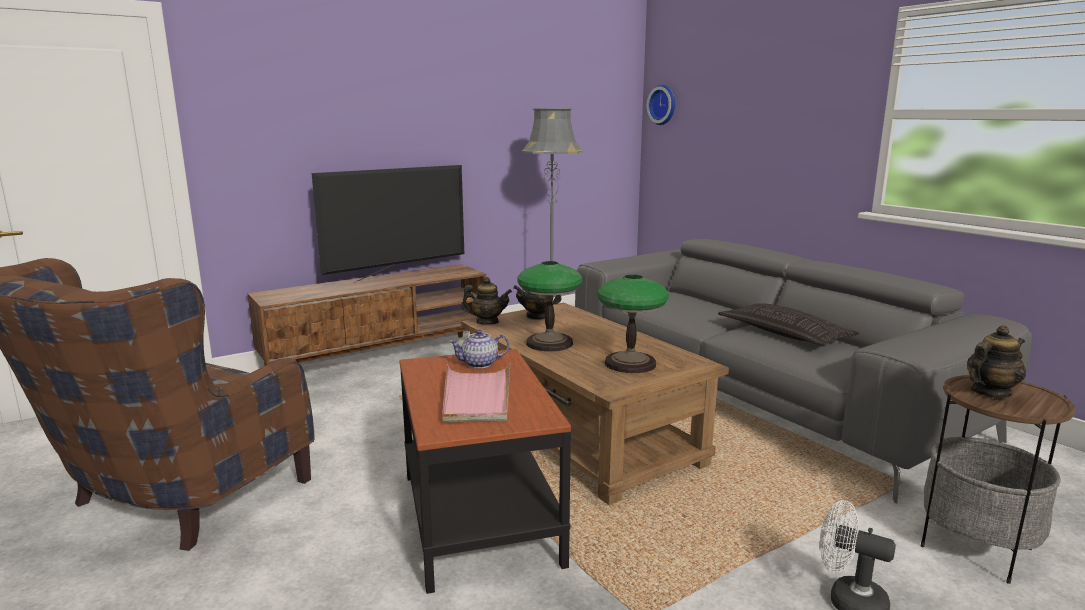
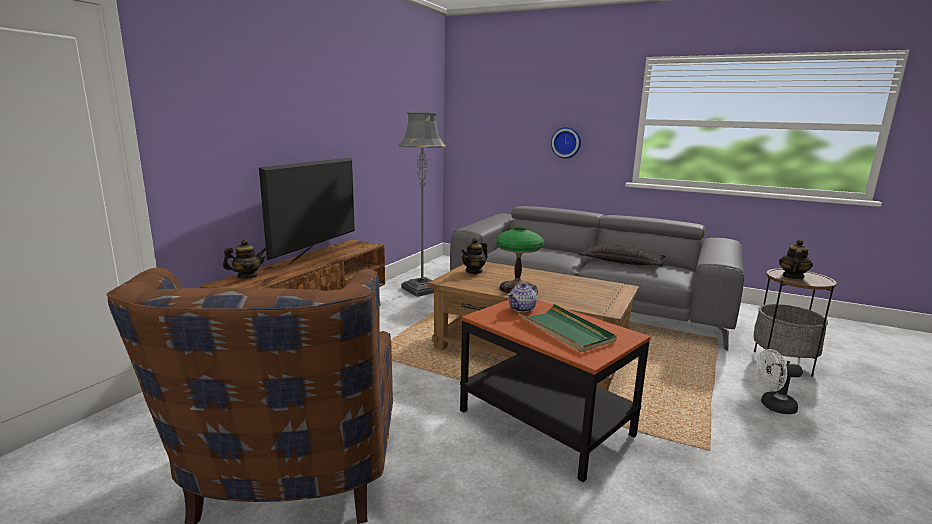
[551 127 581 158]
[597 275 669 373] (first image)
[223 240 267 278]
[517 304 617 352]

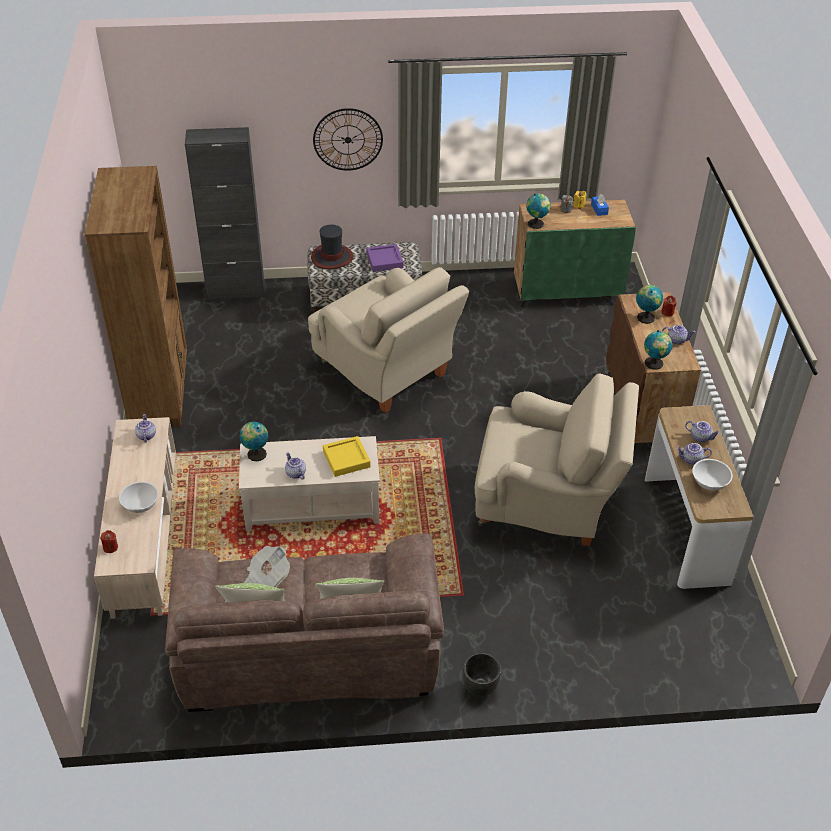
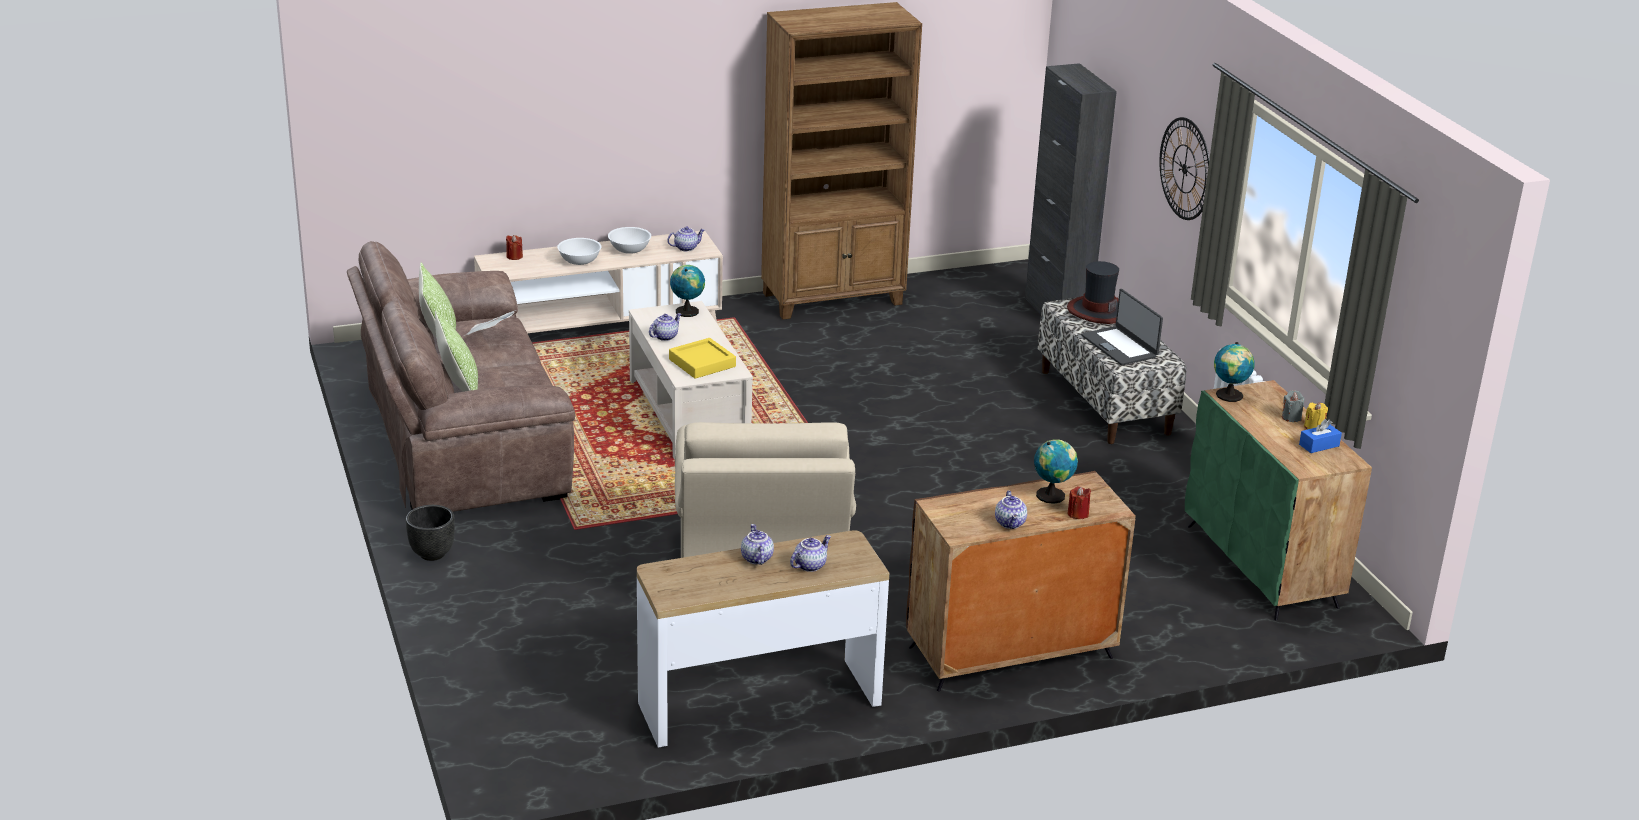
[1081 289 1163 365]
[308 267 469 413] (first image)
[644 330 672 370] (first image)
[790 535 831 572]
[608 227 651 254]

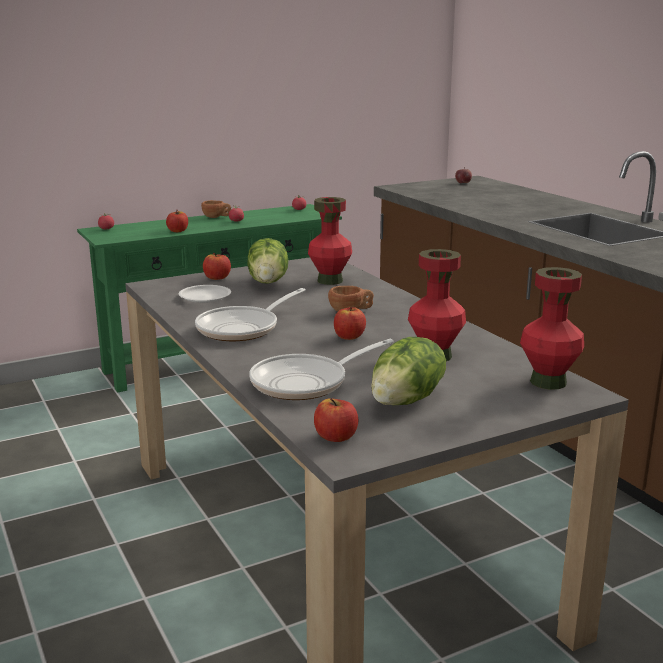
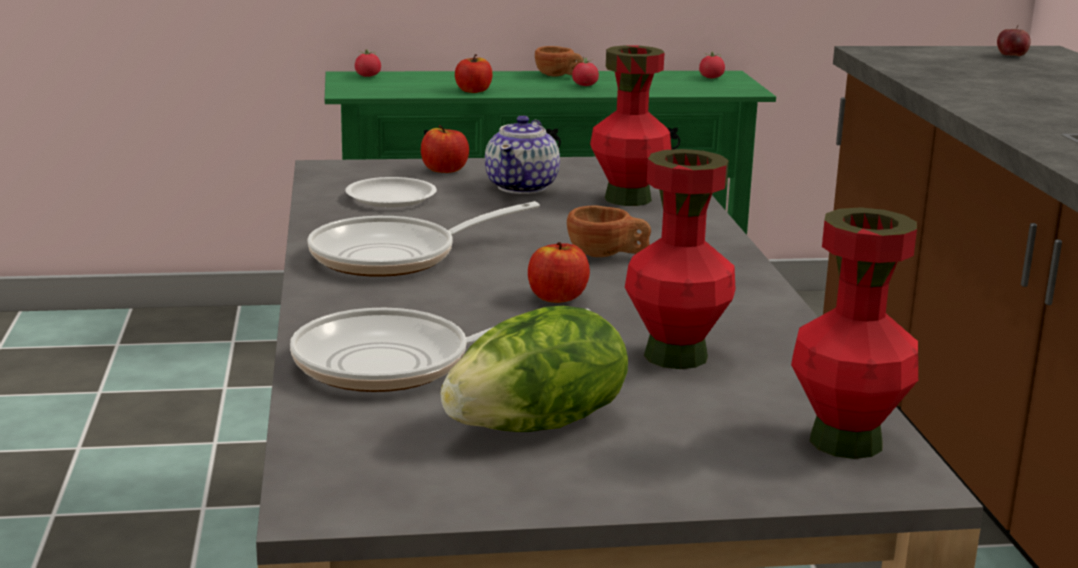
[485 115 560 194]
[314 398 358 442] (first image)

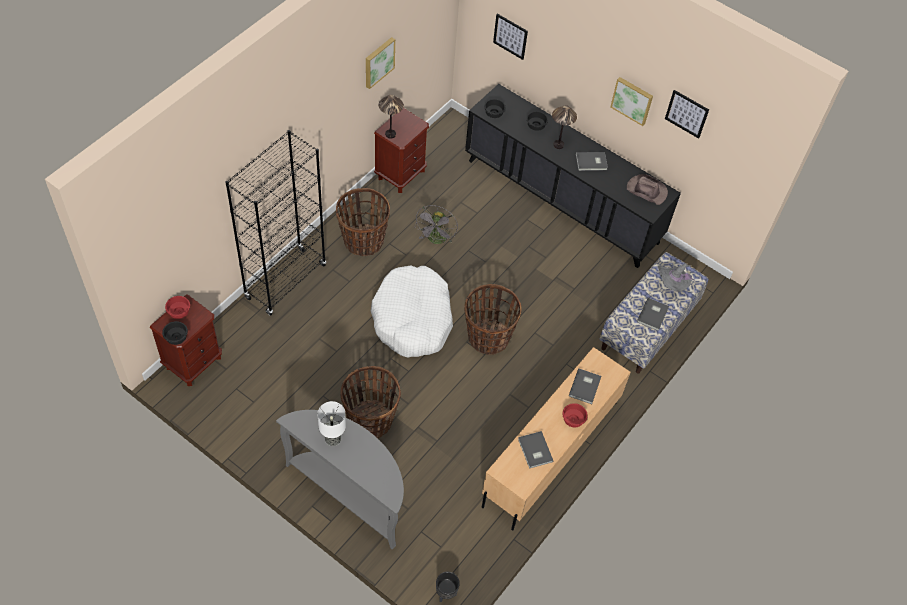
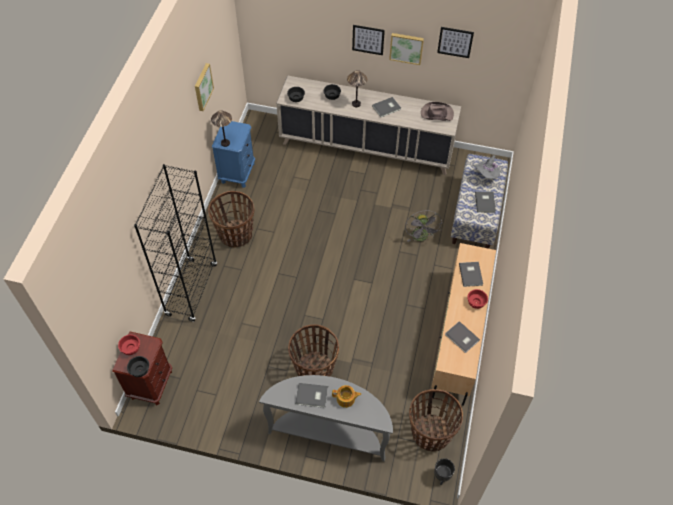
[352 25 385 55]
[276 75 461 175]
[212 121 255 188]
[405 210 442 242]
[371 265 453 358] (first image)
[409 389 463 451]
[295 383 328 408]
[332 385 361 408]

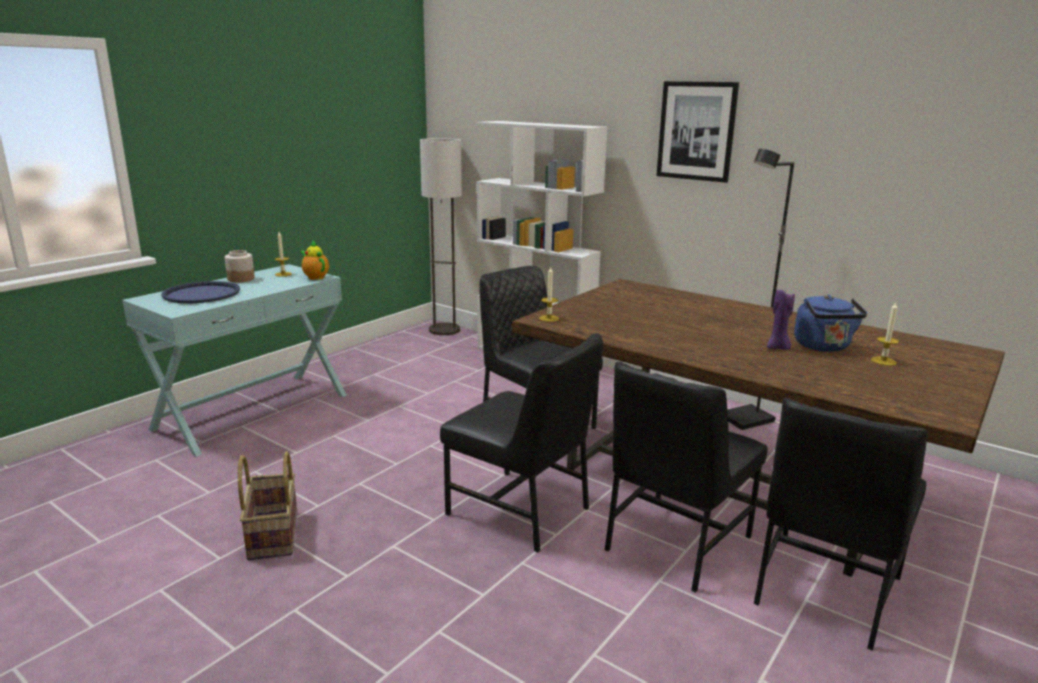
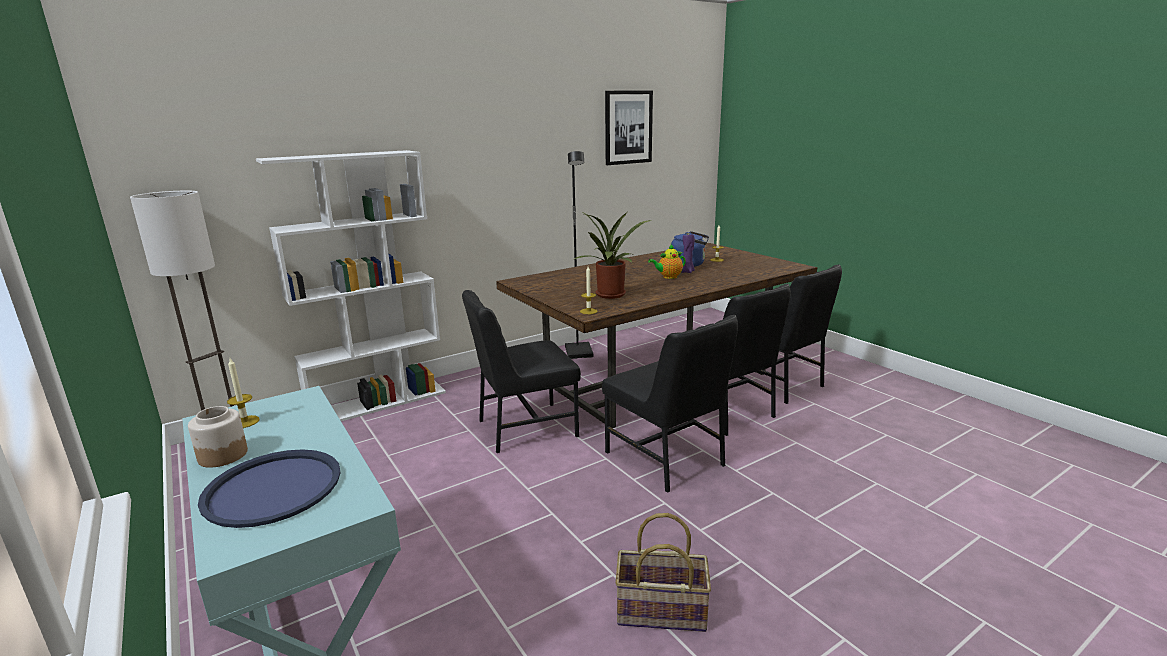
[605 91 653 165]
[648 244 686 279]
[602 315 738 493]
[574 212 651 299]

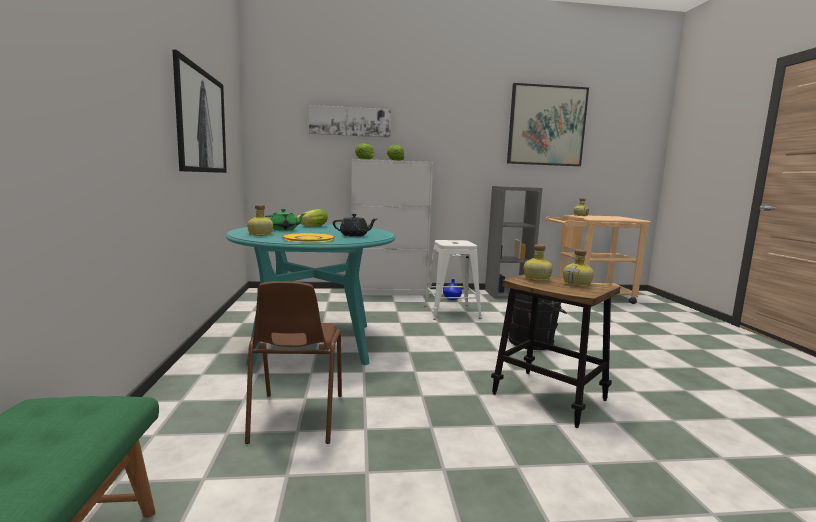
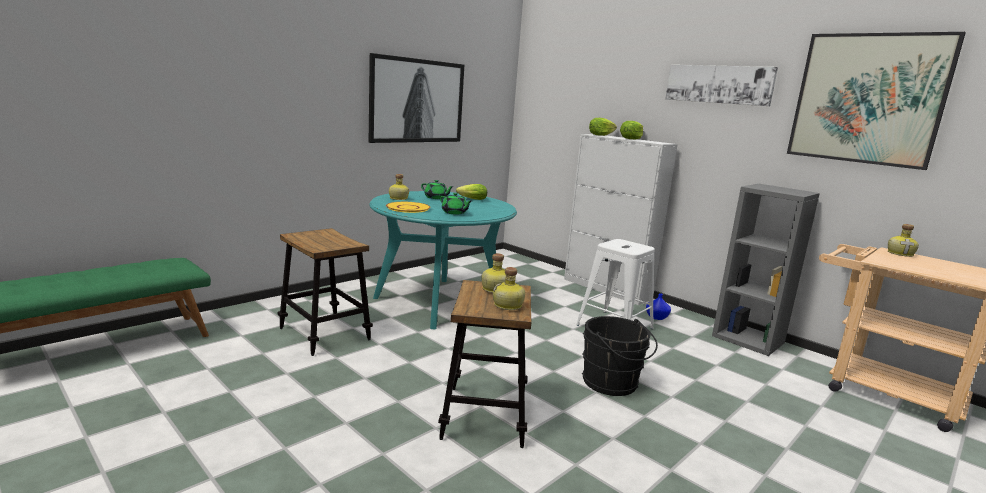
[666 65 778 106]
[440 193 471 215]
[278 228 373 356]

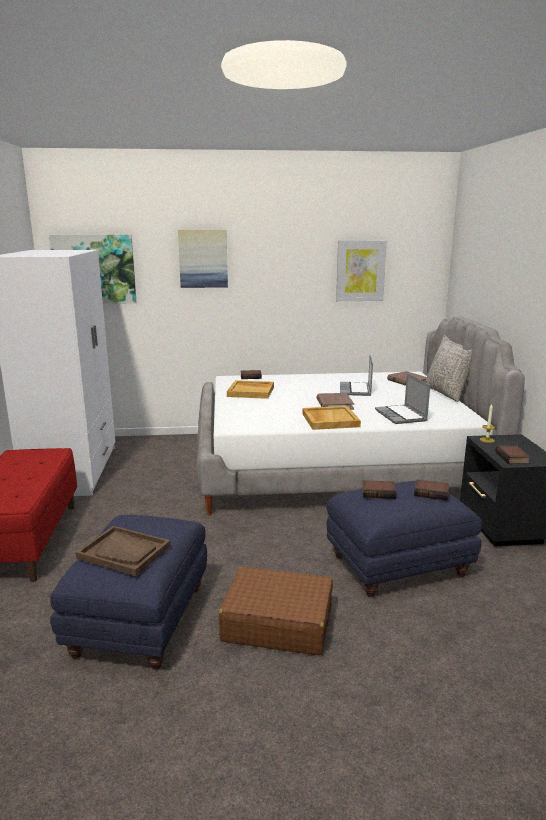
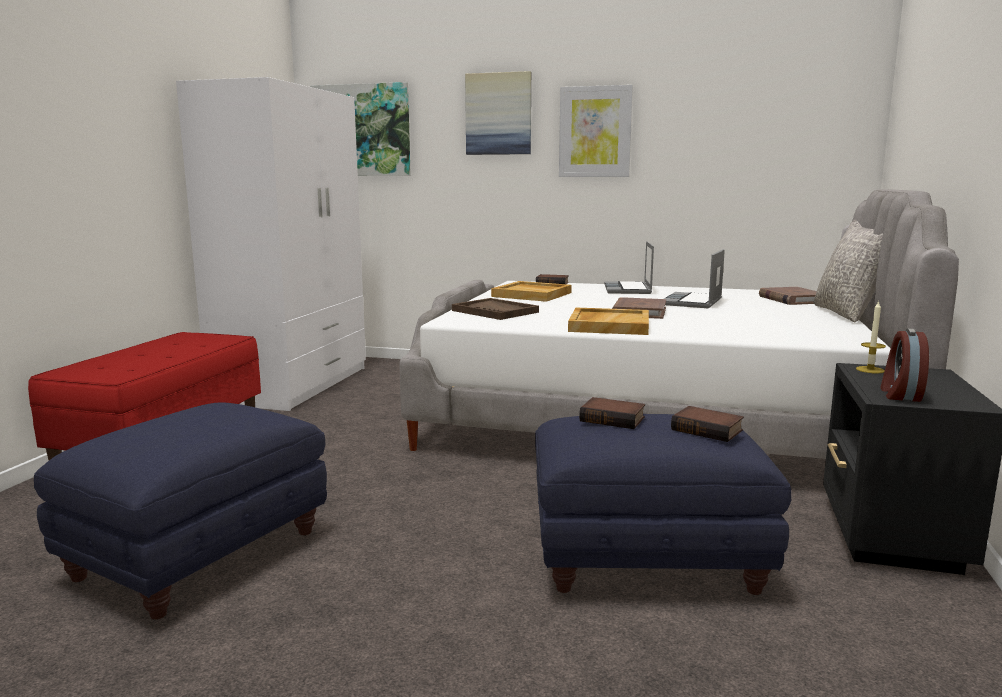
[559 85 633 177]
[604 241 654 294]
[880 328 929 402]
[452 298 539 320]
[219 567 333 655] (first image)

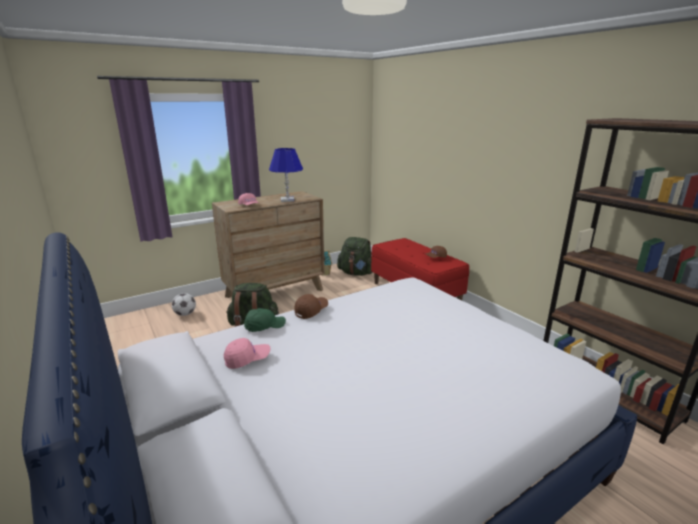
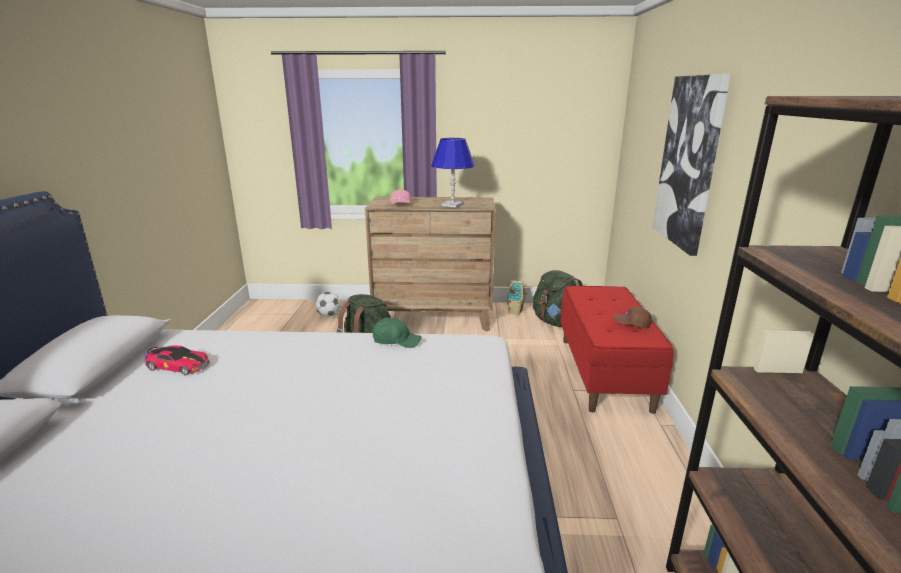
[294 294 328 319] (first image)
[372 318 422 348]
[145 345 209 375]
[652 74 731 256]

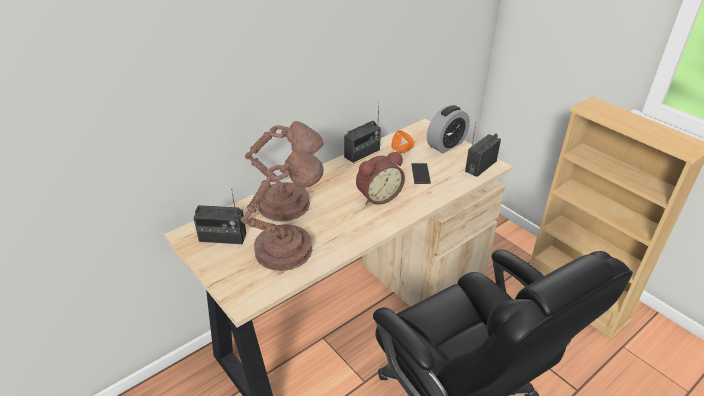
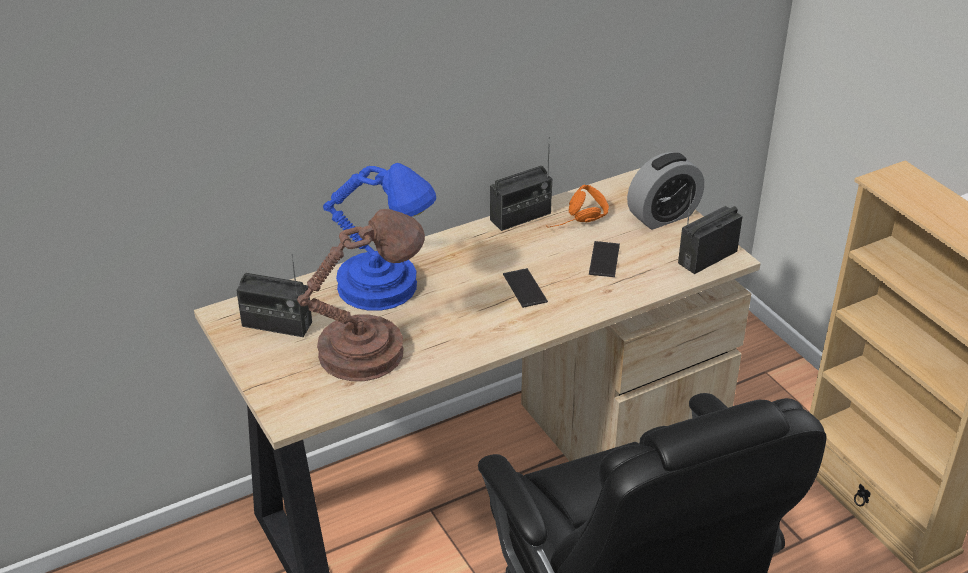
[323 163 436 311]
[503 268 548 308]

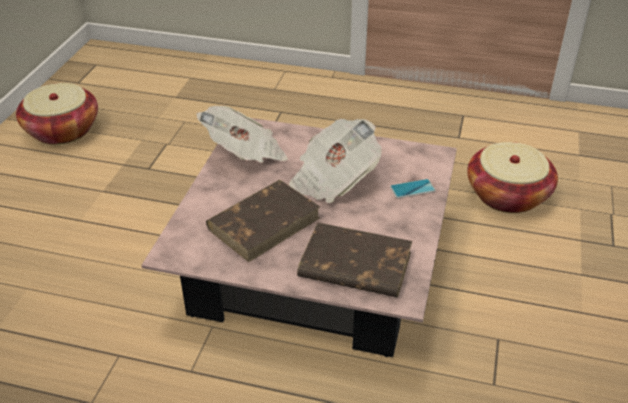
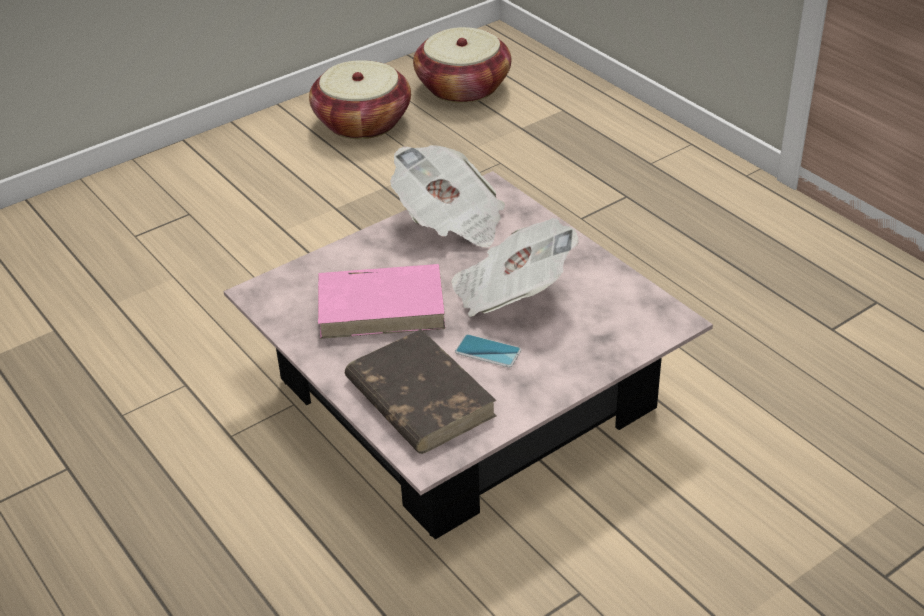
[413 27 511 103]
[455 334 521 368]
[318 264 446 339]

